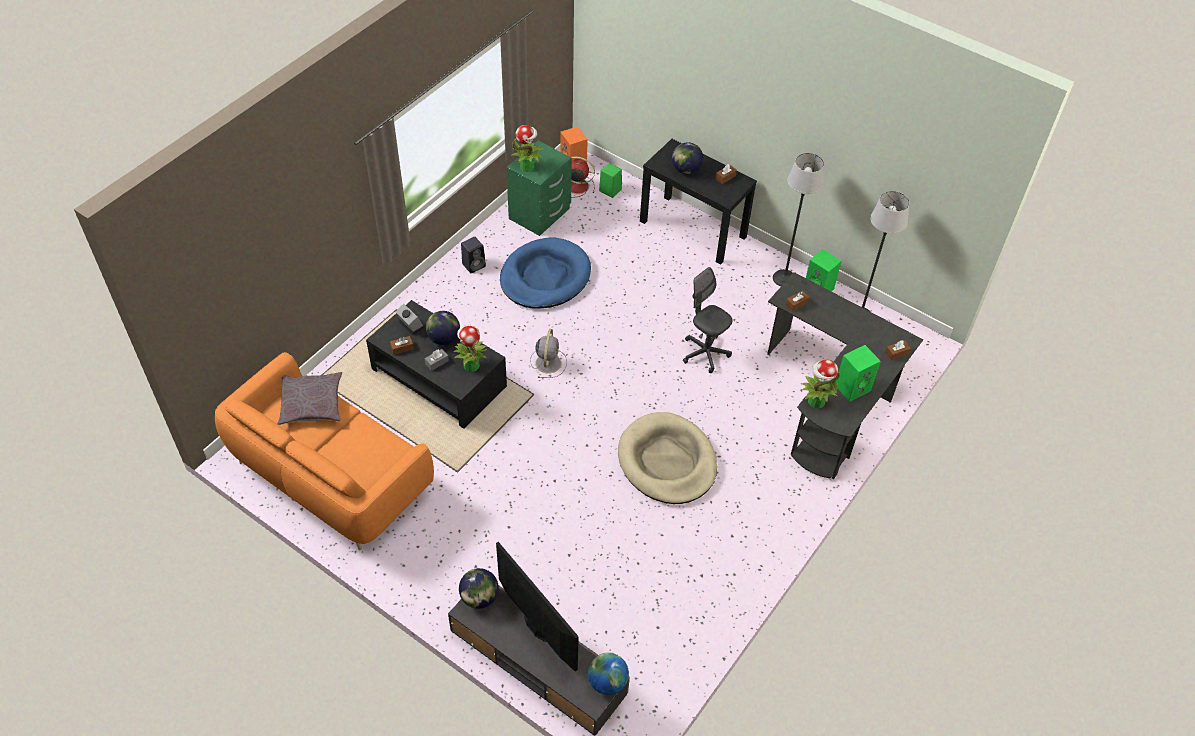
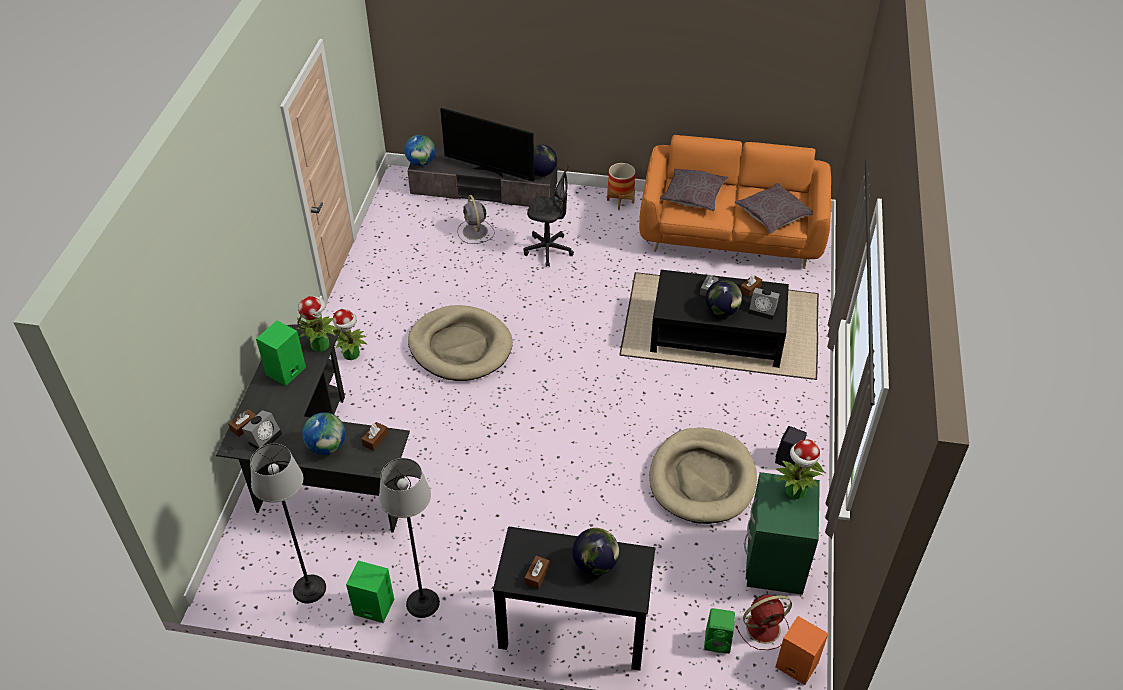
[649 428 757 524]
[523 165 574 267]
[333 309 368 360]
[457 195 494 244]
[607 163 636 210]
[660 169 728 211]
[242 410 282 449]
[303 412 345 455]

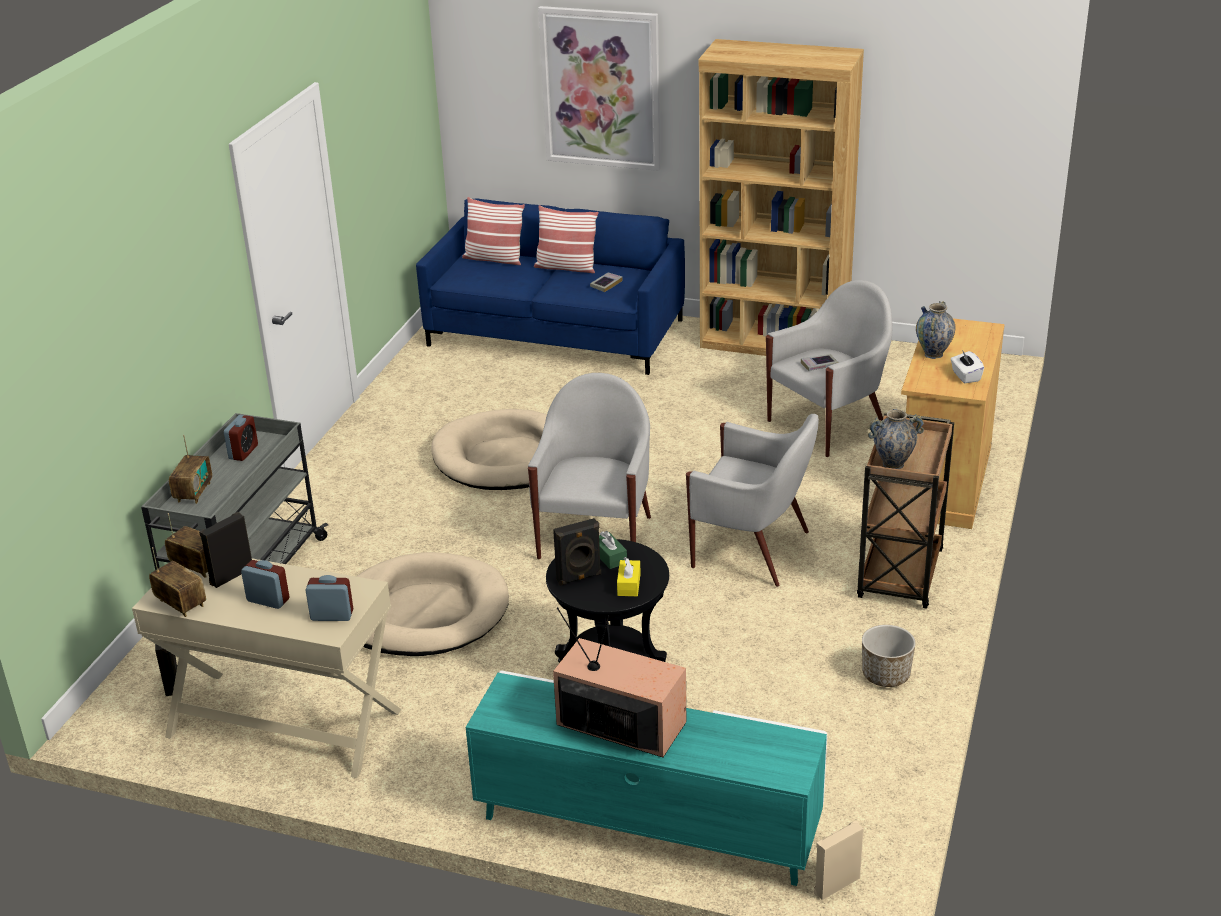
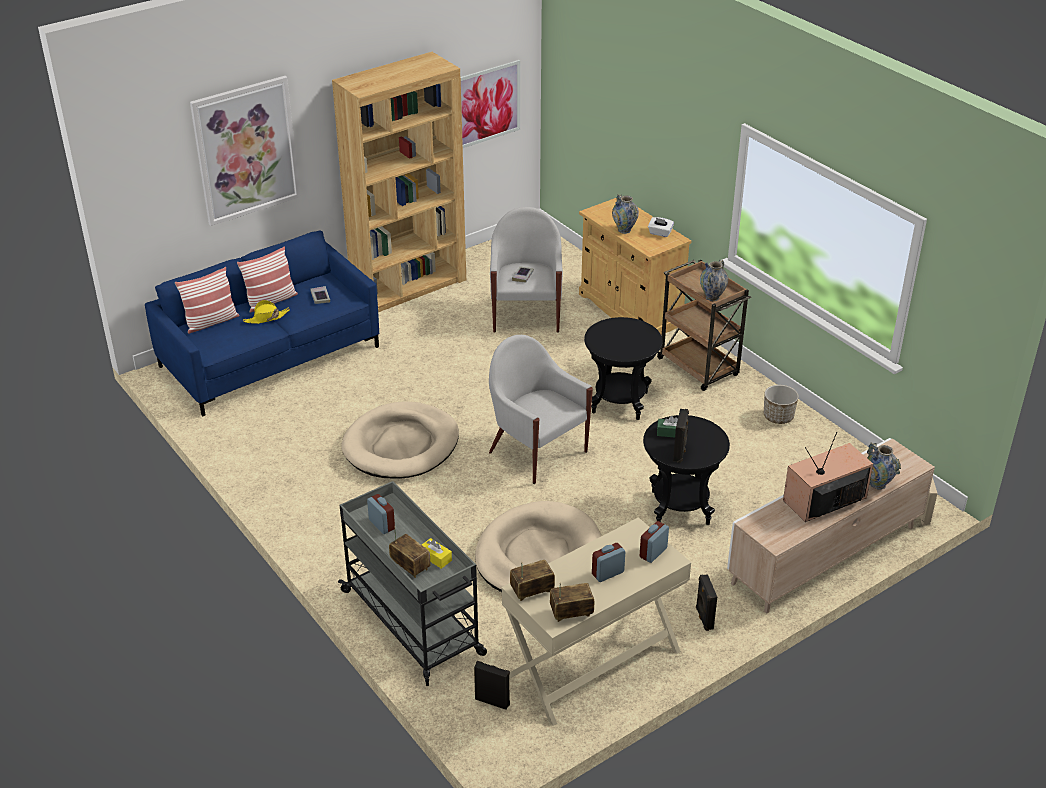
[584 317 662 420]
[696 574 717 631]
[422 538 452 569]
[727 438 935 614]
[461 60 520 148]
[243 300 290 324]
[867 442 901 490]

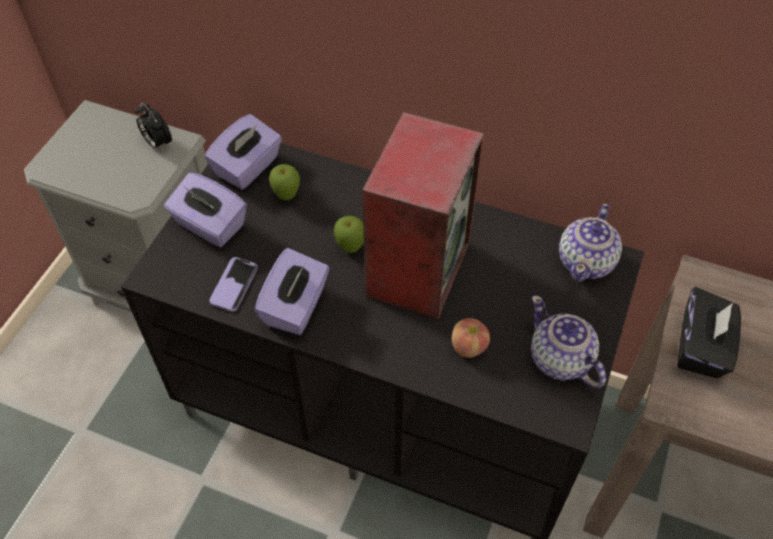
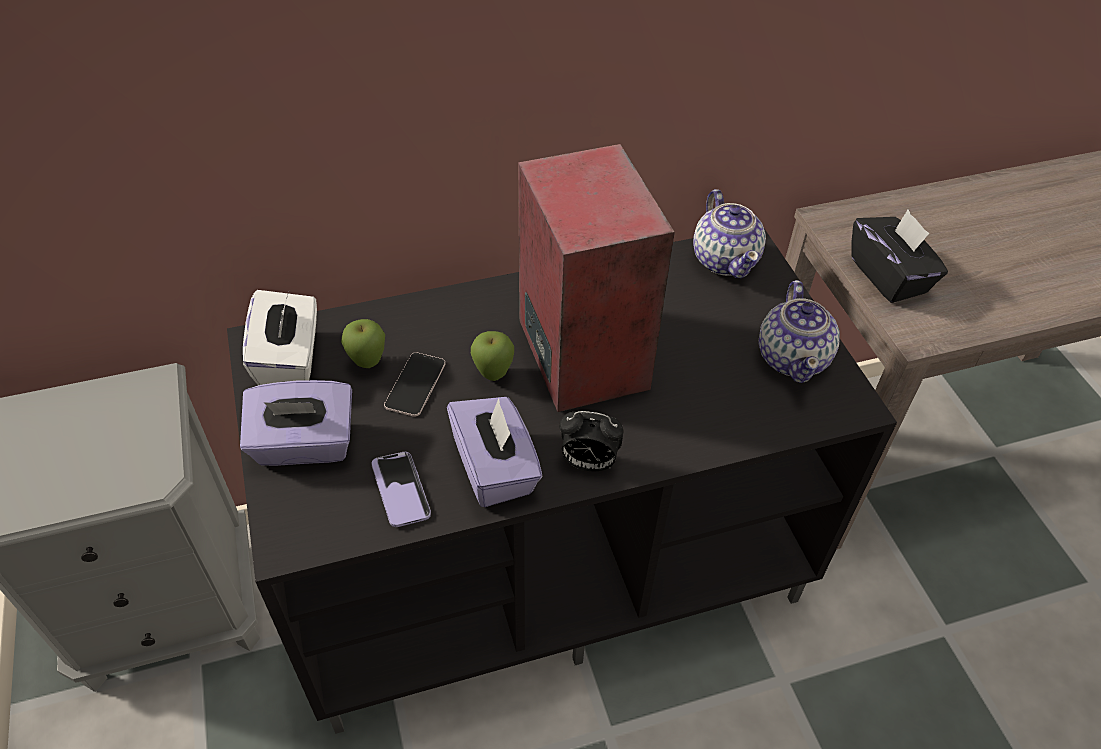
[559 411 623 471]
[243 290 317 385]
[758 280 840 383]
[452 318 490 358] (first image)
[384 352 445 417]

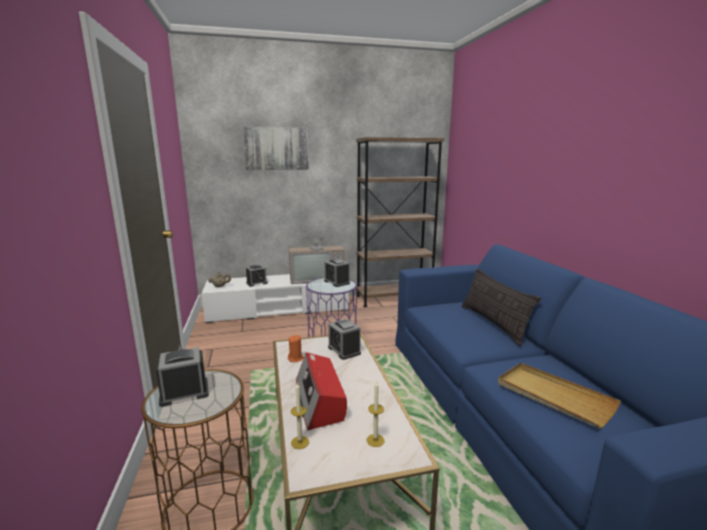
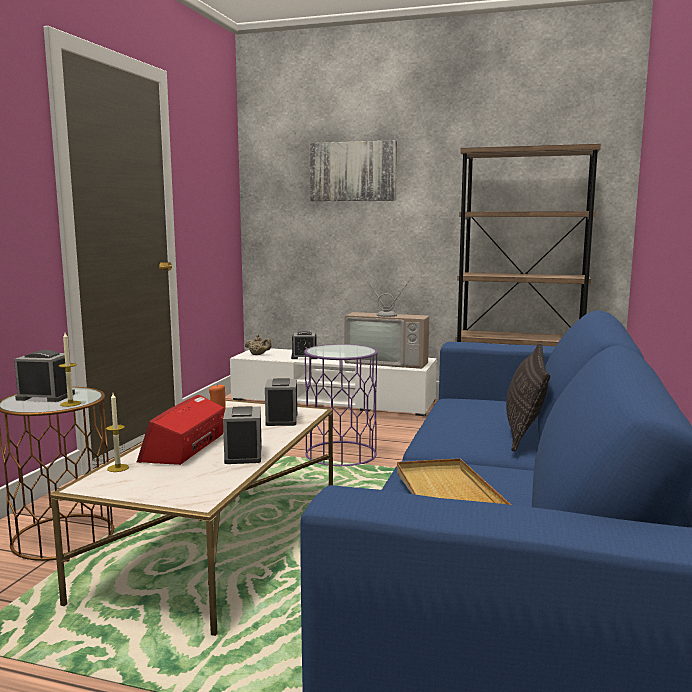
[223 406 262 464]
[59 333 81 407]

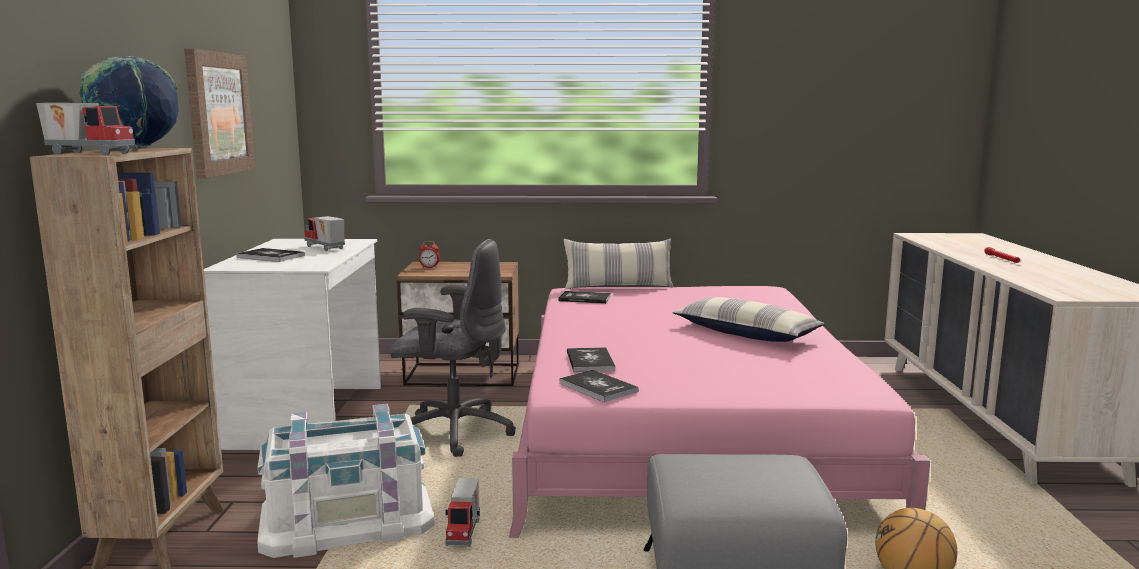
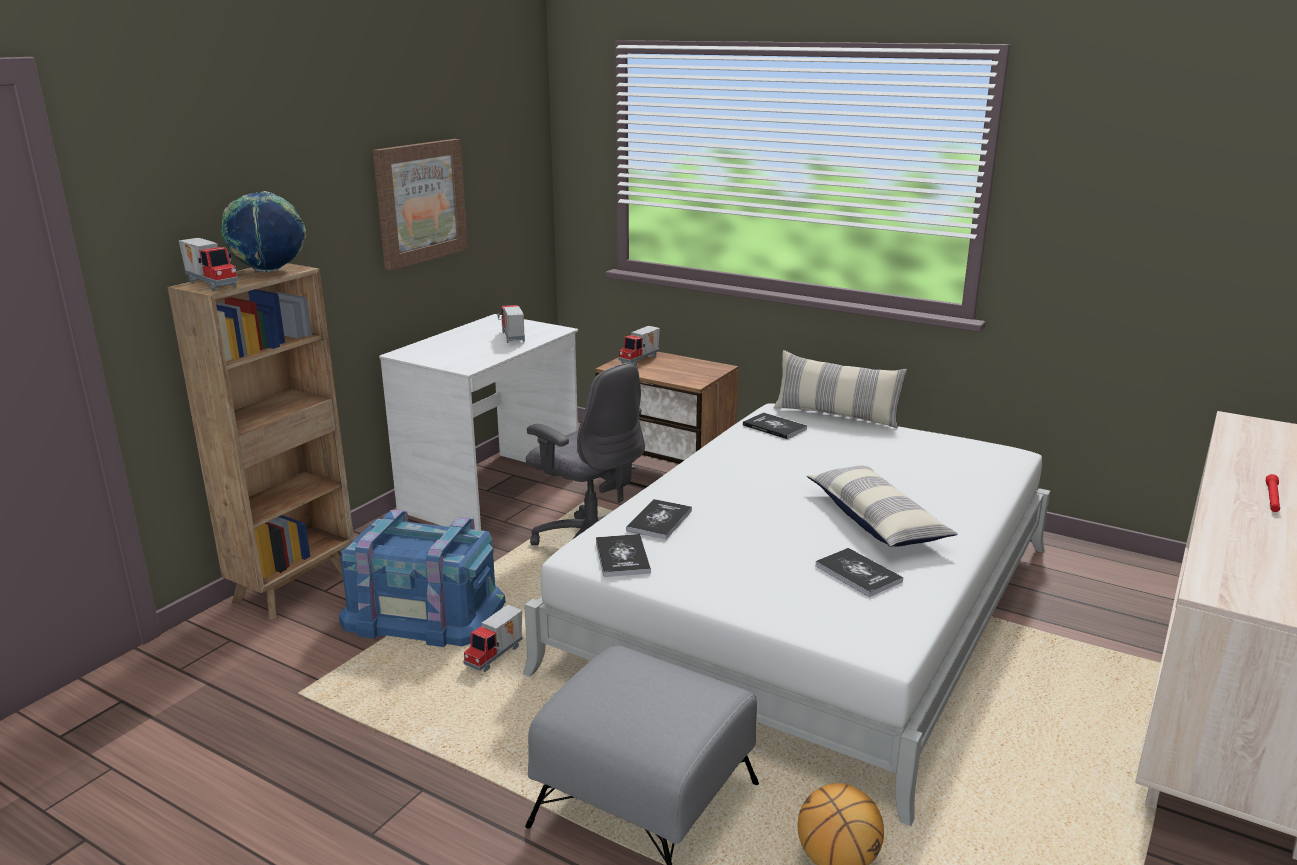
[618 326 660 366]
[815 548 903 597]
[523 403 1050 826]
[339 510 505 647]

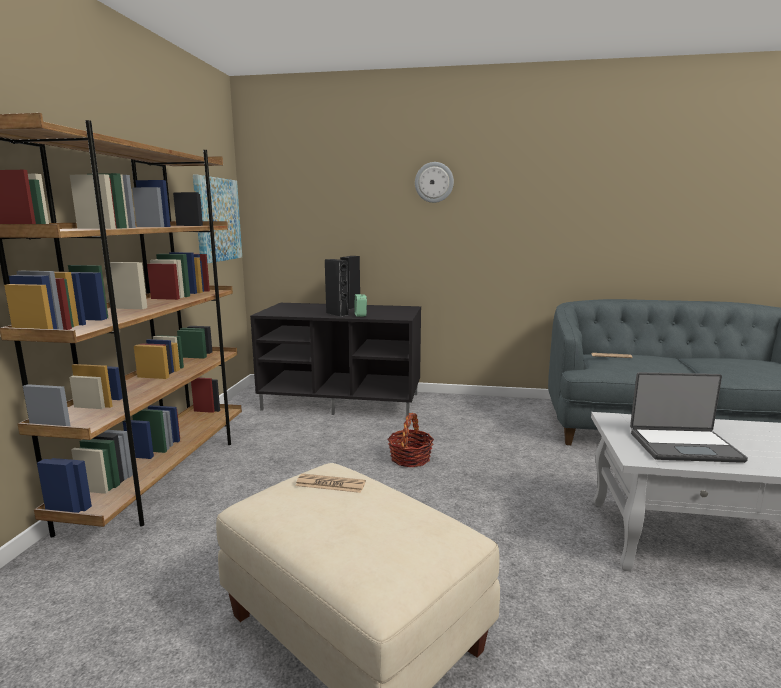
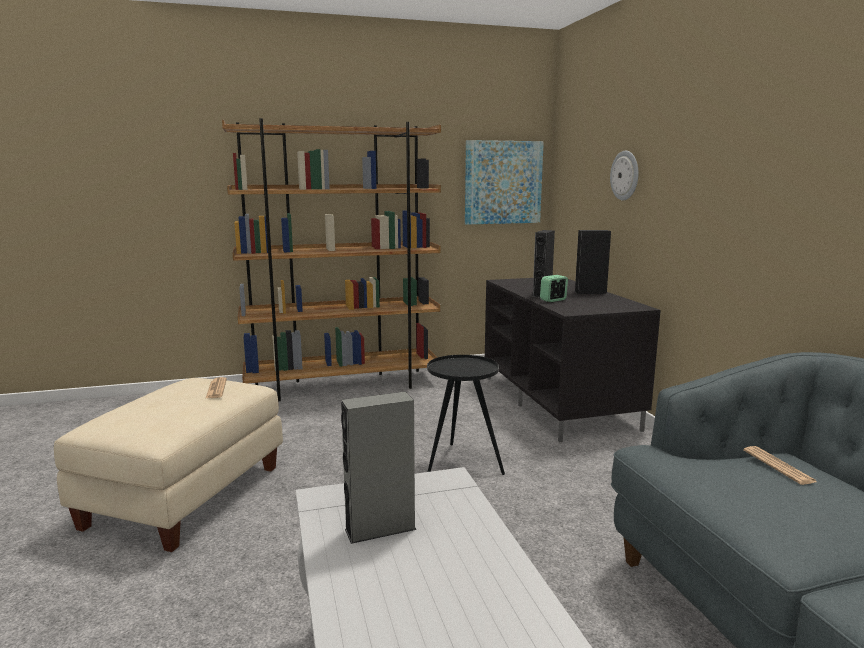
[610 151 639 200]
[341 391 417 544]
[427 355 505 475]

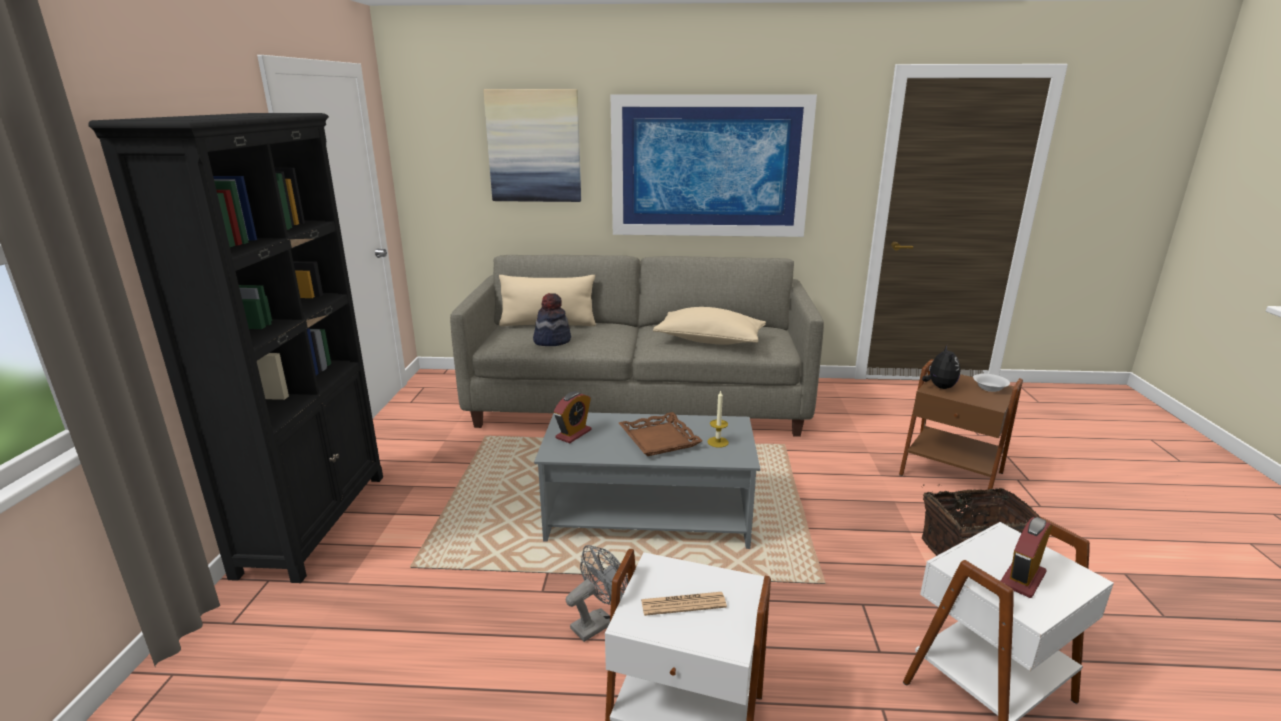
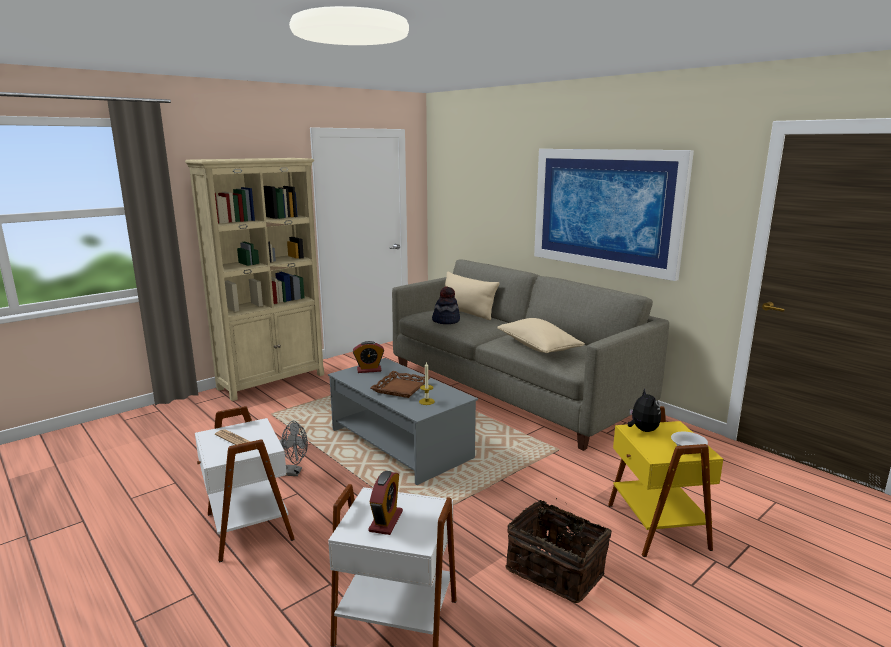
[483 89 581 202] (first image)
[185 158 324 401]
[628 389 661 432]
[608 406 723 557]
[368 471 403 535]

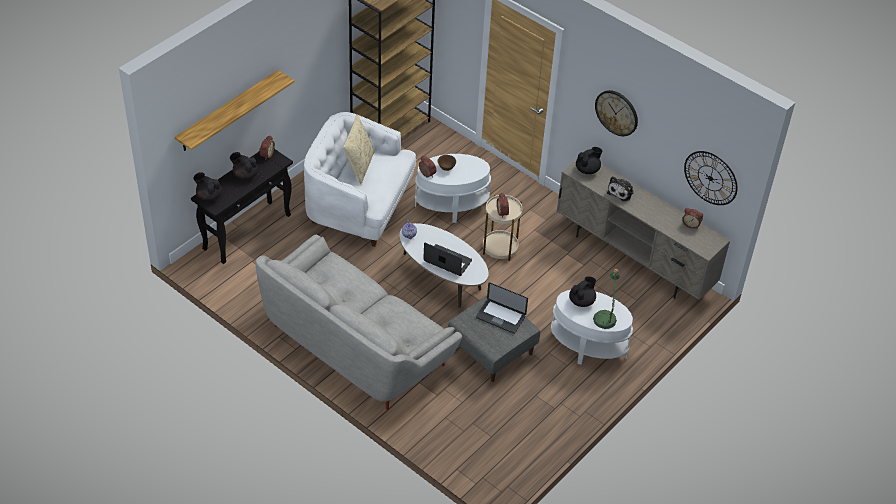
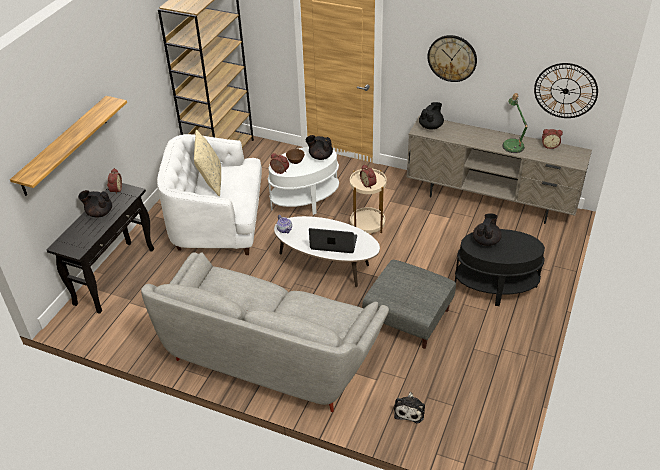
[306 135 333 160]
[394 392 425 423]
[502 93 528 153]
[476 282 528 334] (first image)
[455 229 545 306]

